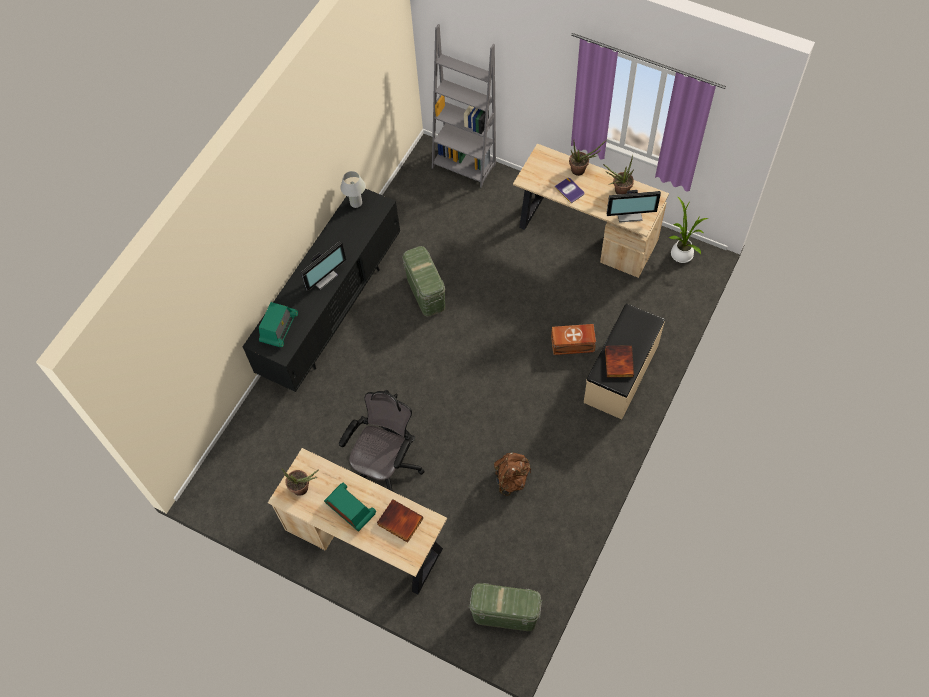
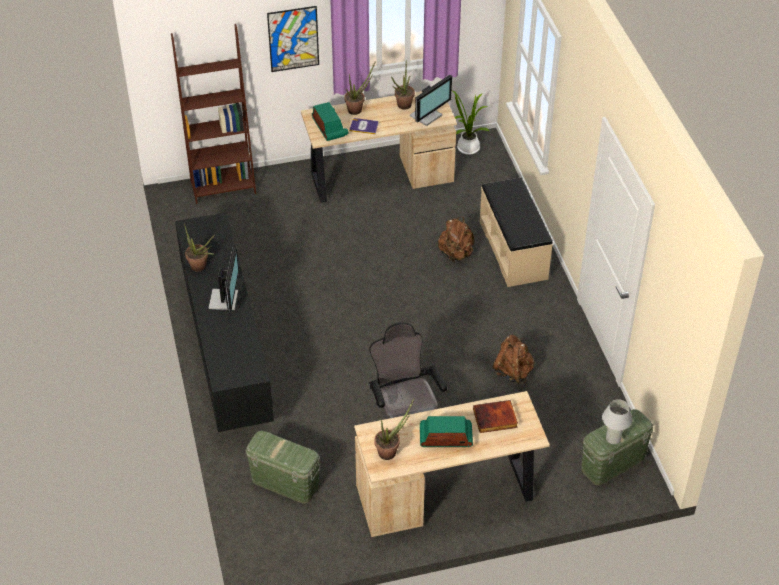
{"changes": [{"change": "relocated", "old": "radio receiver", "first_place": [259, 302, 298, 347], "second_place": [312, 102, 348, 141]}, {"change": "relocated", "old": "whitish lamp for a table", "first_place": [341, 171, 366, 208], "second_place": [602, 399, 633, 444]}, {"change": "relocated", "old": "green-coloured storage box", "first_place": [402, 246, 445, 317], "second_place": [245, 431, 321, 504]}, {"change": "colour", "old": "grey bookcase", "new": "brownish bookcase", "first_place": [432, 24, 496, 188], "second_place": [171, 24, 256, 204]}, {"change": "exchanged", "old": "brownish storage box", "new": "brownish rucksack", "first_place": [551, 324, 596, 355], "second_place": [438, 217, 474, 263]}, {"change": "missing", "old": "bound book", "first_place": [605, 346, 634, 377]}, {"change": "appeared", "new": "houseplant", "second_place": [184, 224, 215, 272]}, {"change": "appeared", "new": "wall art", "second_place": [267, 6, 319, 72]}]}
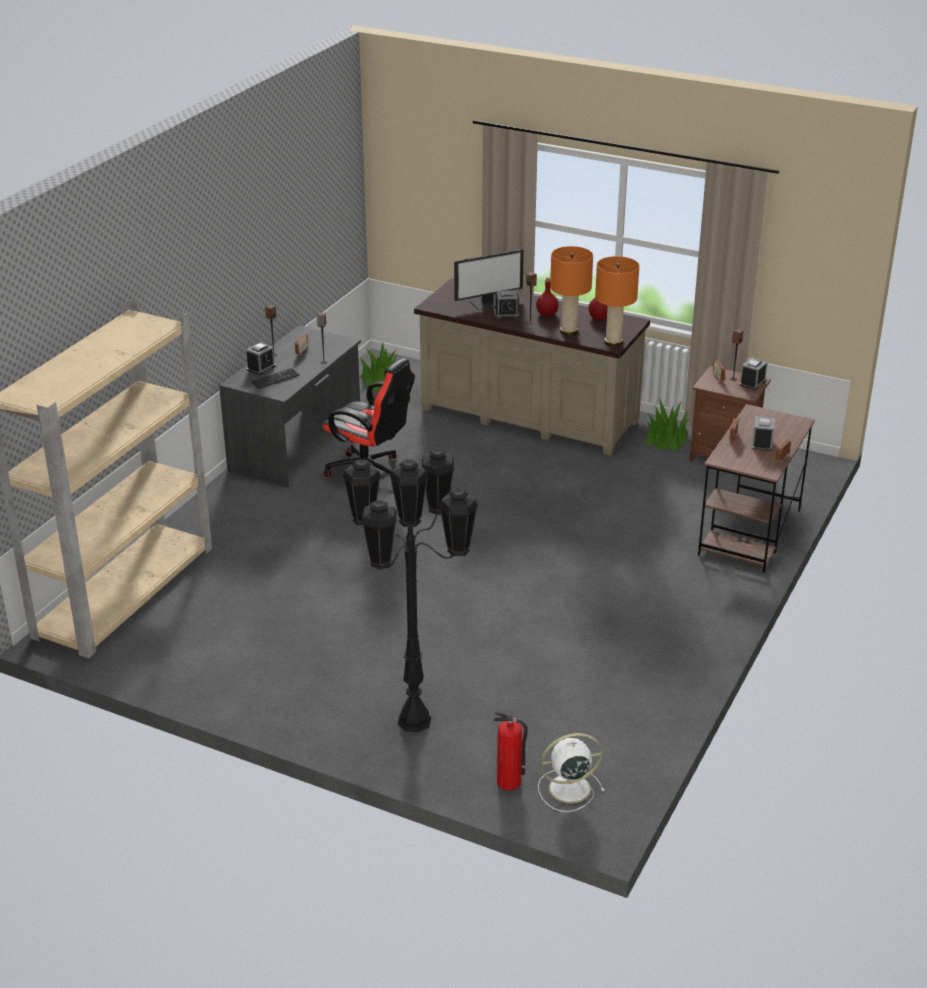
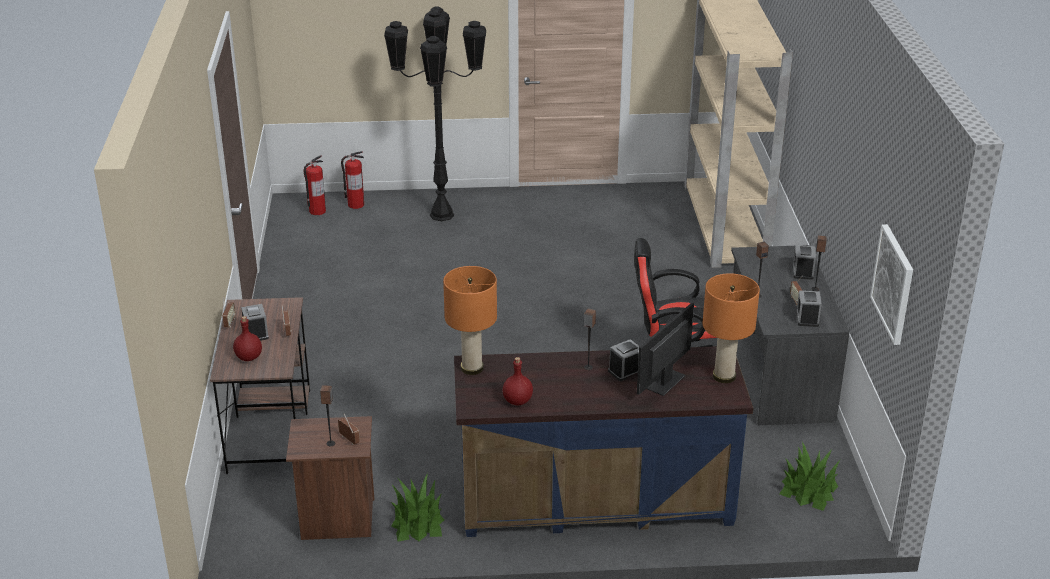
{"changes": [{"change": "missing", "old": "computer keyboard", "first_place": [251, 368, 300, 389]}, {"change": "colour", "old": "beige storage cabinet", "new": "blue-coloured storage cabinet", "first_place": [414, 278, 650, 456], "second_place": [454, 346, 754, 537]}, {"change": "relocated", "old": "red drink bottle", "first_place": [536, 277, 559, 316], "second_place": [233, 316, 262, 361]}, {"change": "exchanged", "old": "whitish cooling fan", "new": "fire-fighting cylinder", "first_place": [538, 733, 604, 812], "second_place": [303, 155, 326, 215]}, {"change": "relocated", "old": "orange lamp for a table", "first_place": [550, 246, 593, 336], "second_place": [703, 273, 760, 383]}, {"change": "relocated", "old": "table clock", "first_place": [740, 357, 768, 390], "second_place": [796, 291, 822, 327]}, {"change": "appeared", "new": "wall art", "second_place": [870, 224, 913, 345]}]}
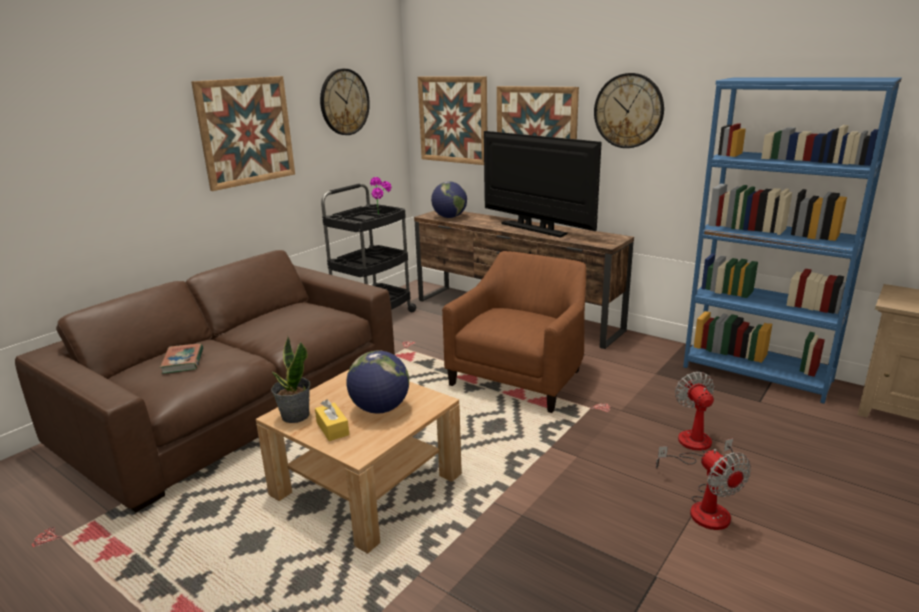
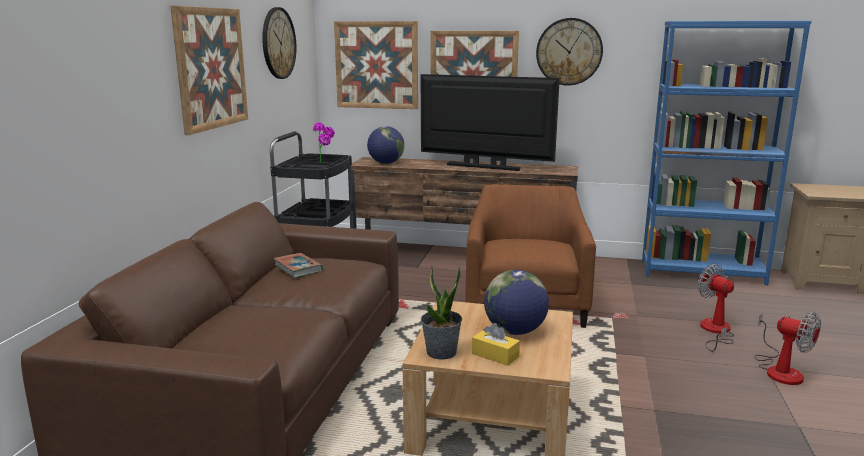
{"changes": [{"change": "relocated", "old": "bound book", "first_place": [160, 344, 203, 374], "second_place": [274, 253, 323, 278]}]}
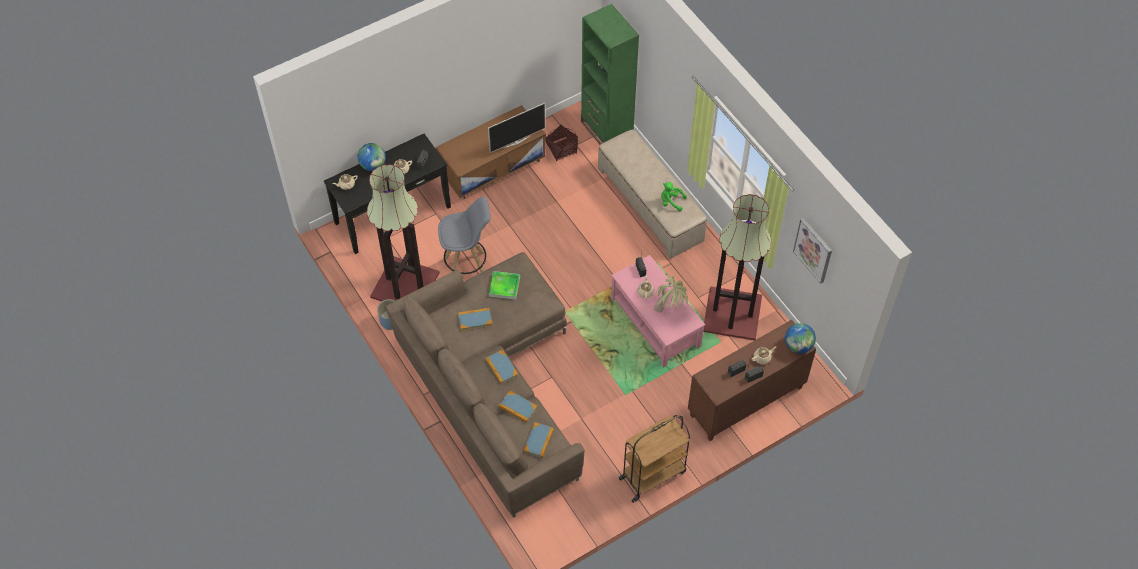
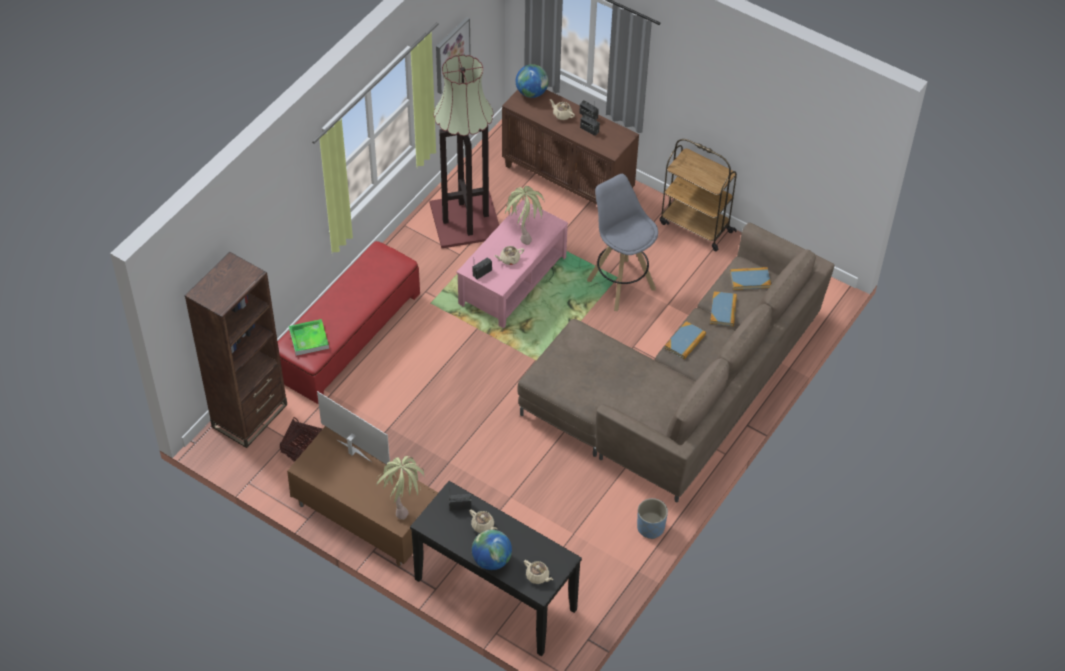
{"changes": [{"change": "missing", "old": "floor lamp", "first_place": [367, 164, 440, 302]}, {"change": "relocated", "old": "grey stool", "first_place": [438, 197, 491, 274], "second_place": [587, 174, 658, 311]}, {"change": "missing", "old": "bound book", "first_place": [458, 308, 492, 331]}, {"change": "relocated", "old": "carrying tray", "first_place": [489, 271, 520, 300], "second_place": [289, 319, 329, 356]}, {"change": "colour", "old": "green-coloured bookcase", "new": "brownish bookcase", "first_place": [581, 4, 639, 145], "second_place": [185, 252, 287, 448]}, {"change": "colour", "old": "beige bench", "new": "red bench", "first_place": [598, 130, 707, 259], "second_place": [278, 241, 420, 404]}, {"change": "missing", "old": "green-coloured cuddly toy", "first_place": [661, 182, 687, 211]}, {"change": "appeared", "new": "houseplant", "second_place": [376, 456, 424, 520]}]}
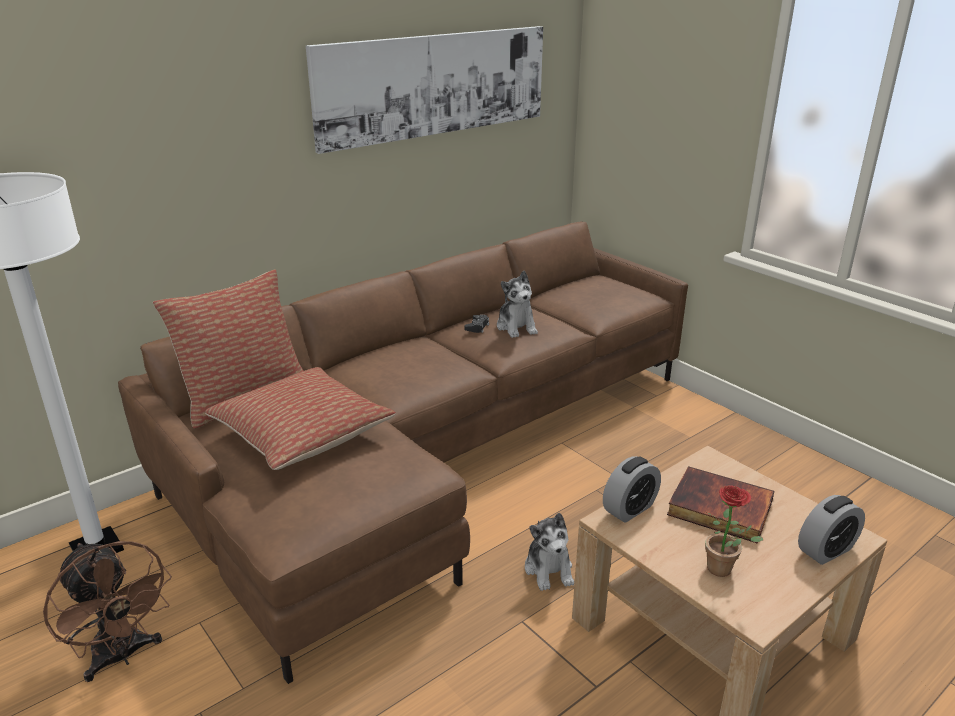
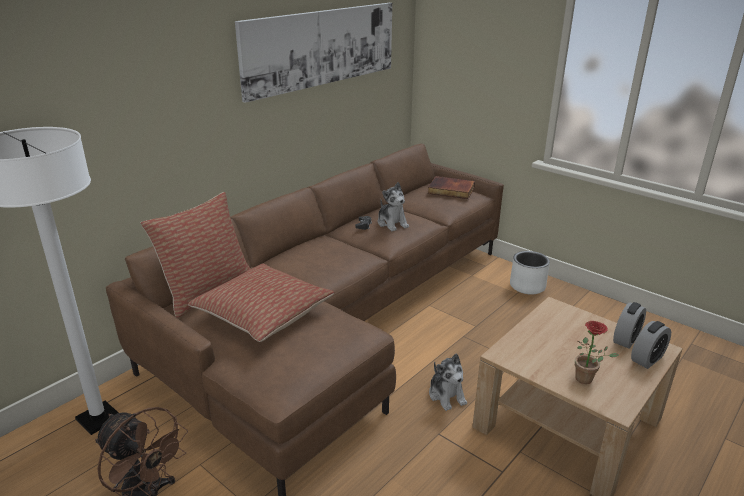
{"changes": [{"change": "relocated", "old": "table clock", "first_place": [603, 456, 661, 523], "second_place": [613, 302, 646, 349]}, {"change": "relocated", "old": "bound book", "first_place": [667, 466, 774, 544], "second_place": [428, 176, 475, 199]}, {"change": "appeared", "new": "whitish planter", "second_place": [510, 251, 550, 294]}]}
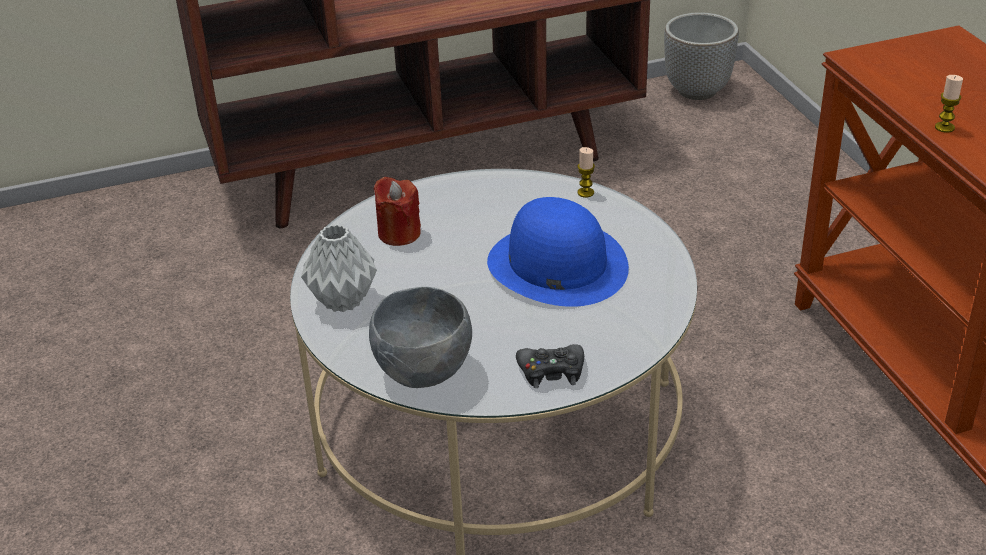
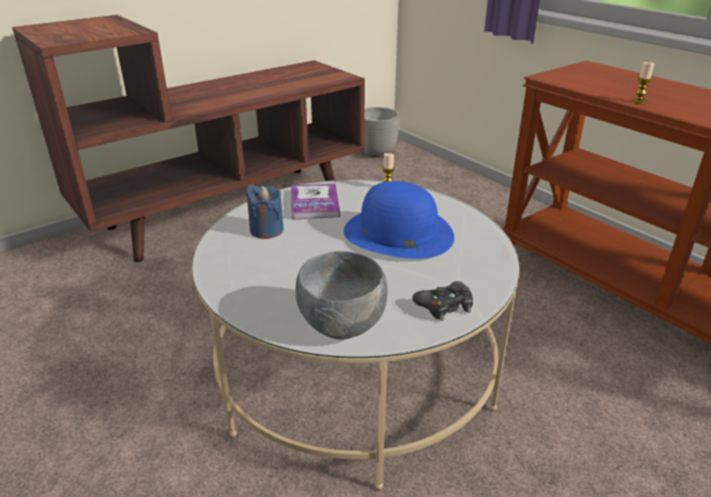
{"changes": [{"change": "missing", "old": "grey decorative vase", "first_place": [301, 224, 377, 312]}, {"change": "colour", "old": "red candle", "new": "blue-coloured candle", "first_place": [374, 176, 421, 246], "second_place": [246, 185, 284, 239]}, {"change": "appeared", "new": "bound book", "second_place": [291, 184, 340, 220]}]}
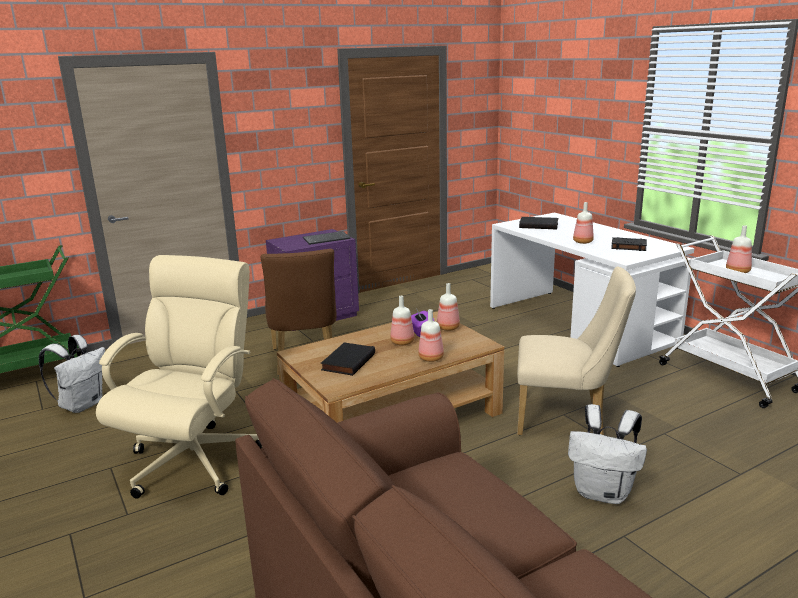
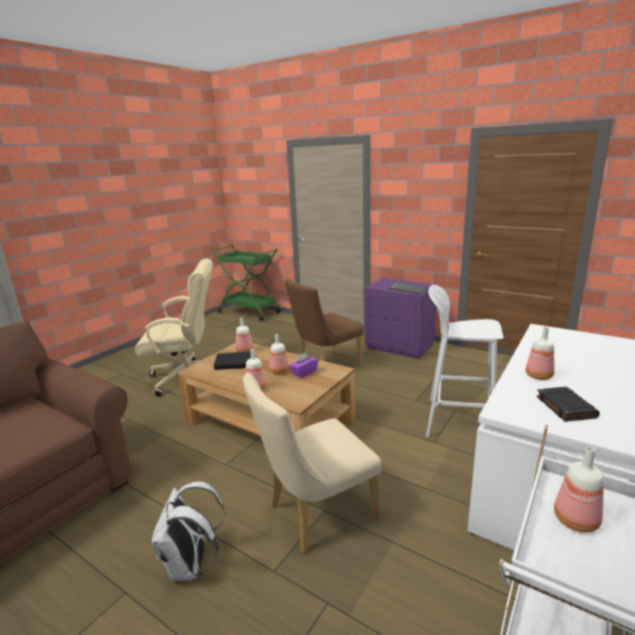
{"changes": [{"change": "missing", "old": "whitish rucksack", "first_place": [39, 335, 105, 413]}, {"change": "relocated", "old": "drink bottle", "first_place": [437, 283, 460, 331], "second_place": [236, 318, 253, 352]}, {"change": "spun", "old": "beige chair", "first_place": [517, 267, 636, 435], "second_place": [243, 373, 381, 554], "degrees": 75}, {"change": "missing", "old": "blackish bound book", "first_place": [519, 217, 558, 229]}, {"change": "appeared", "new": "whitish stool", "second_place": [426, 285, 504, 437]}]}
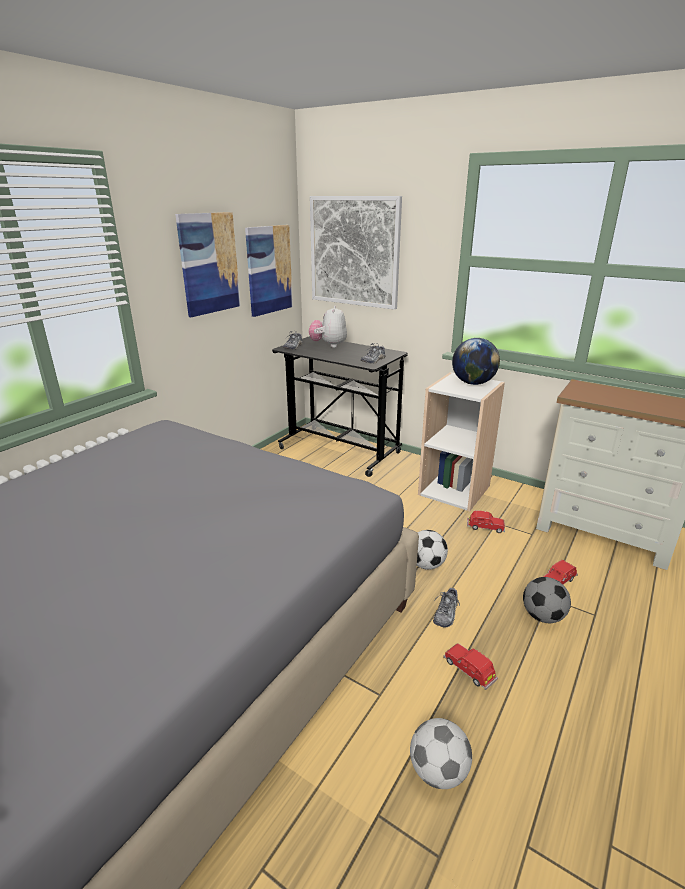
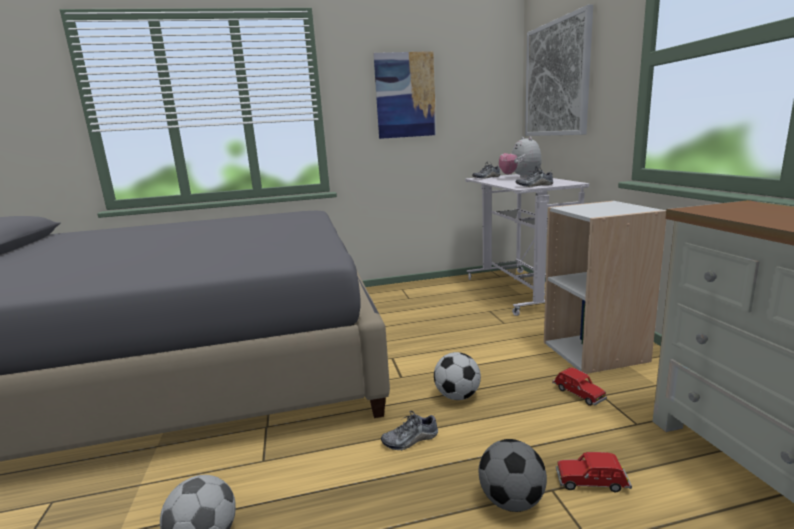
{"changes": [{"change": "missing", "old": "wall art", "first_place": [245, 225, 293, 317]}, {"change": "colour", "old": "blackish desk table", "new": "whitish desk table", "first_place": [272, 336, 408, 477], "second_place": [465, 174, 589, 316]}, {"change": "spun", "old": "cuddly toy", "first_place": [309, 306, 347, 348], "second_place": [499, 137, 542, 178], "degrees": -60}, {"change": "missing", "old": "red model car", "first_place": [443, 643, 498, 690]}, {"change": "missing", "old": "globe", "first_place": [452, 338, 500, 385]}]}
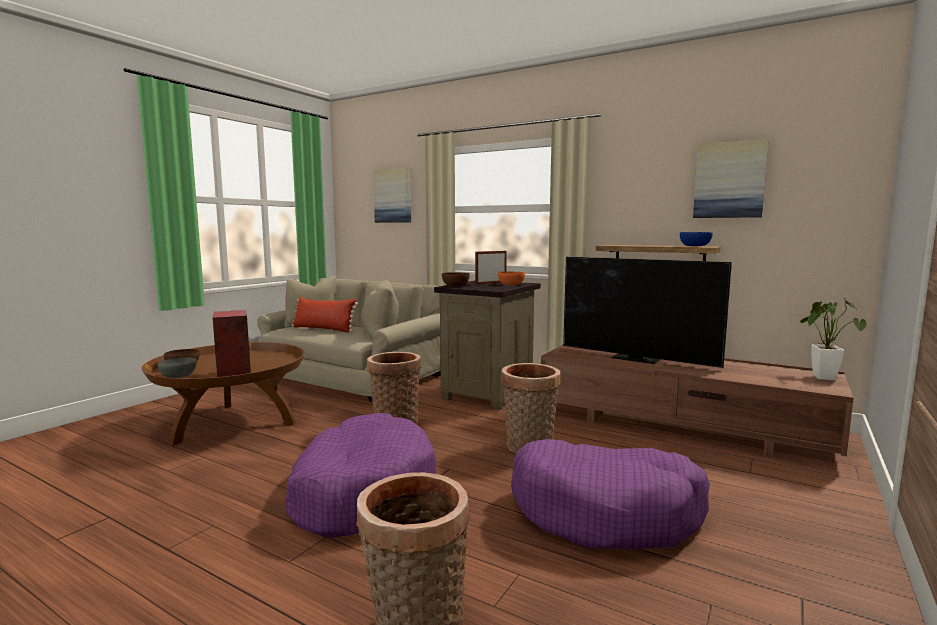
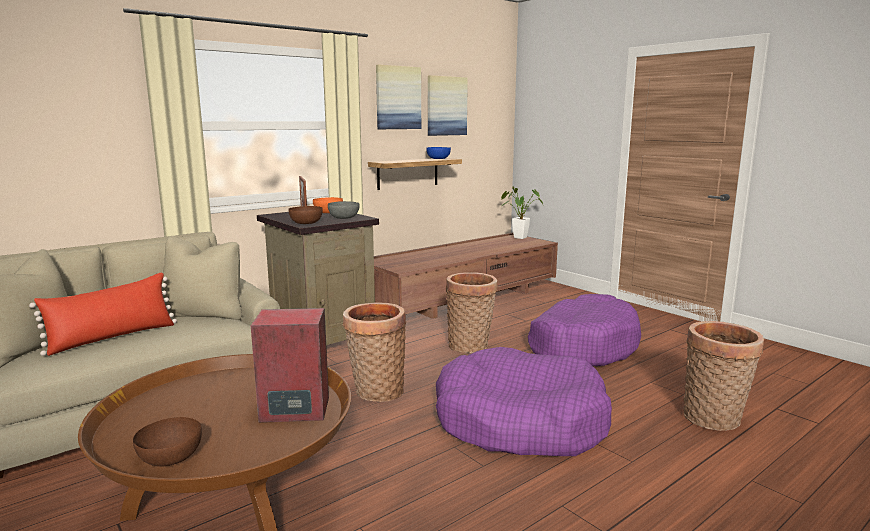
{"changes": [{"change": "relocated", "old": "grey bowl", "first_place": [158, 357, 196, 378], "second_place": [328, 201, 359, 219]}, {"change": "relocated", "old": "wall art", "first_place": [373, 168, 411, 223], "second_place": [376, 64, 421, 129]}, {"change": "missing", "old": "television", "first_place": [563, 257, 732, 368]}]}
